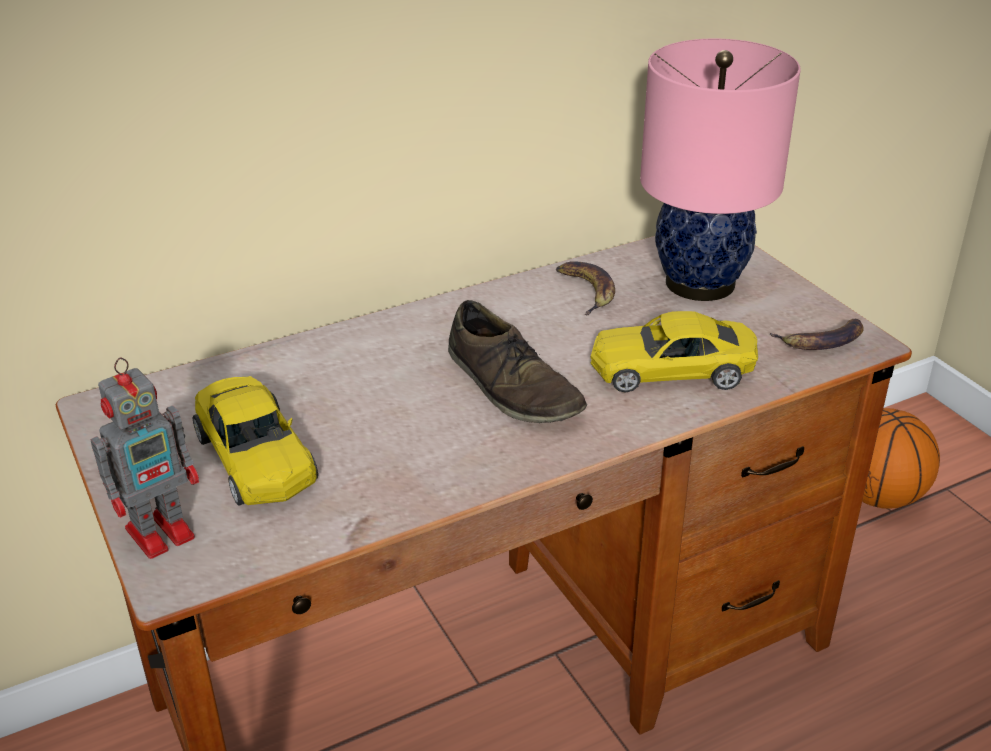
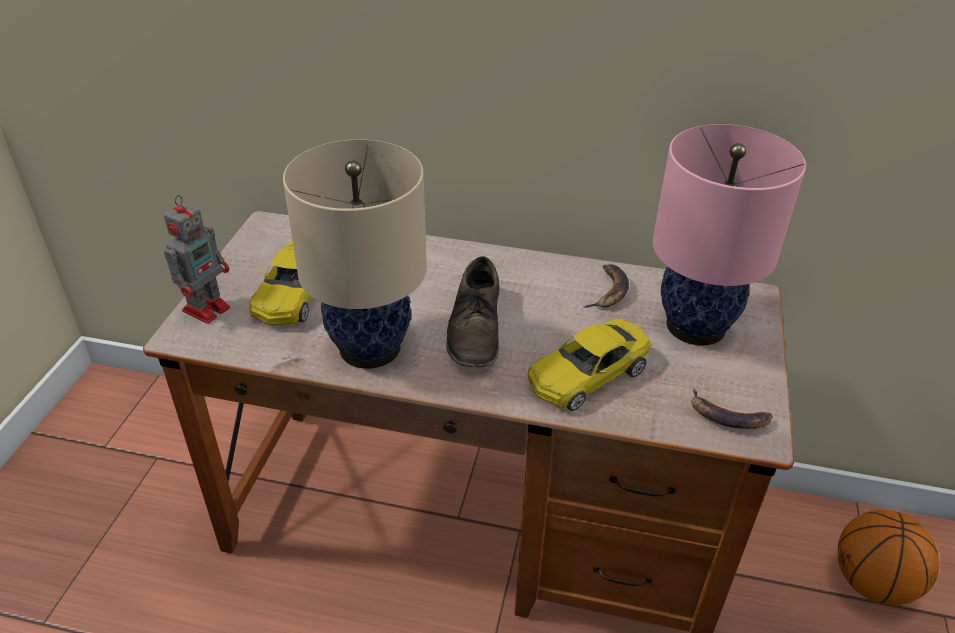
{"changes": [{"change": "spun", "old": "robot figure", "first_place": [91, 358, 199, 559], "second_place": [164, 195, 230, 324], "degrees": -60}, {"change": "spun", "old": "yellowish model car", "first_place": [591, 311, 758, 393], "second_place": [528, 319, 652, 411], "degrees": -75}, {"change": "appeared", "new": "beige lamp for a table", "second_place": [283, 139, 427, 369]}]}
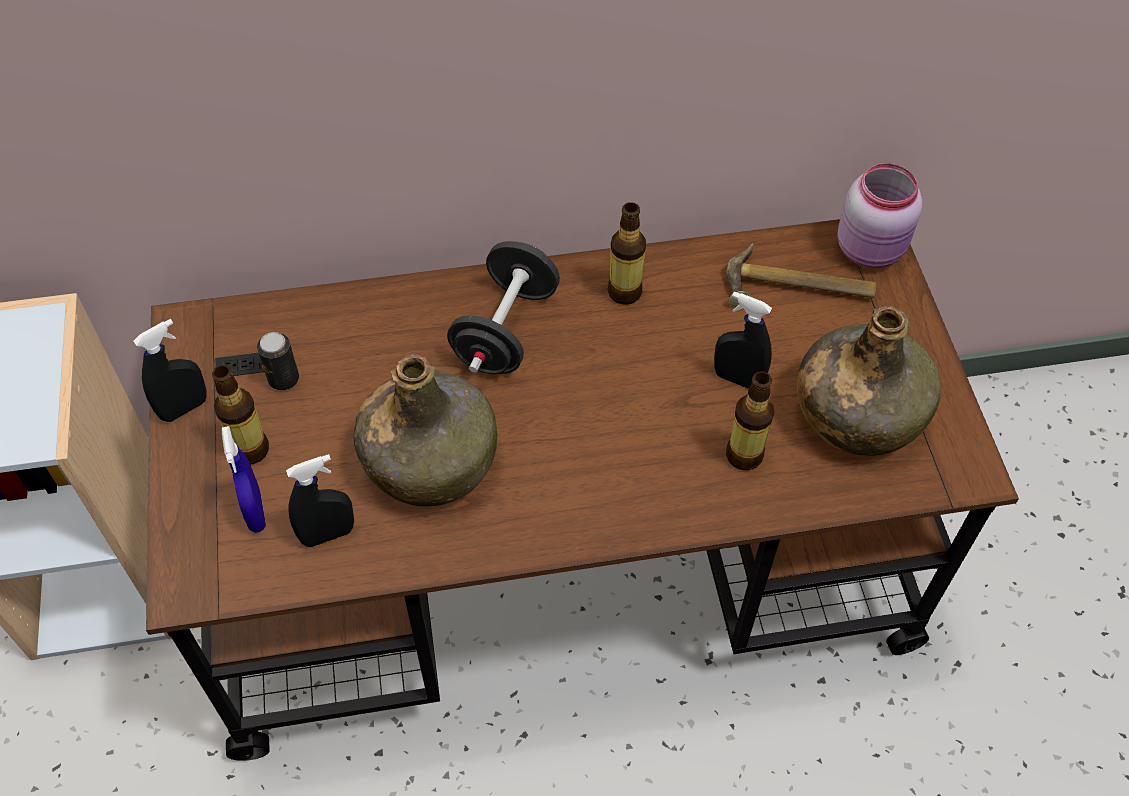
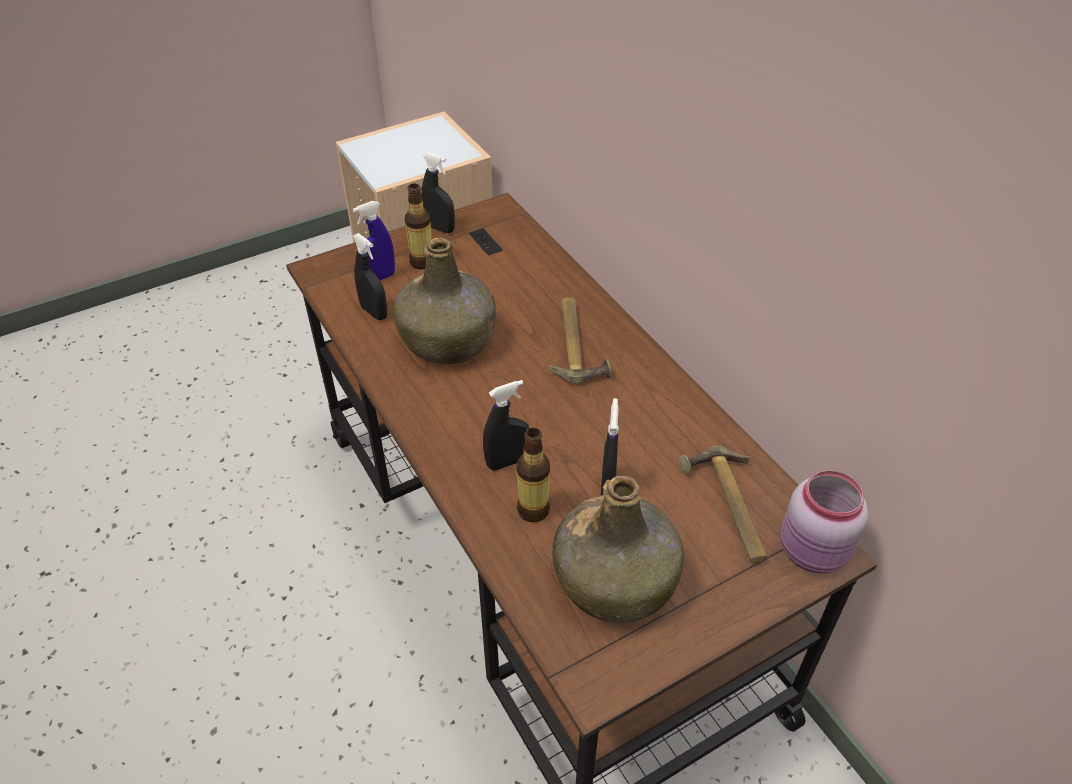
{"changes": [{"change": "missing", "old": "metal can", "first_place": [257, 332, 299, 390]}, {"change": "exchanged", "old": "blackish hand weight", "new": "hand hammer", "first_place": [447, 241, 560, 374], "second_place": [549, 297, 611, 383]}, {"change": "missing", "old": "drink bottle", "first_place": [608, 202, 646, 305]}, {"change": "appeared", "new": "blackish spray bottle", "second_place": [483, 380, 529, 470]}]}
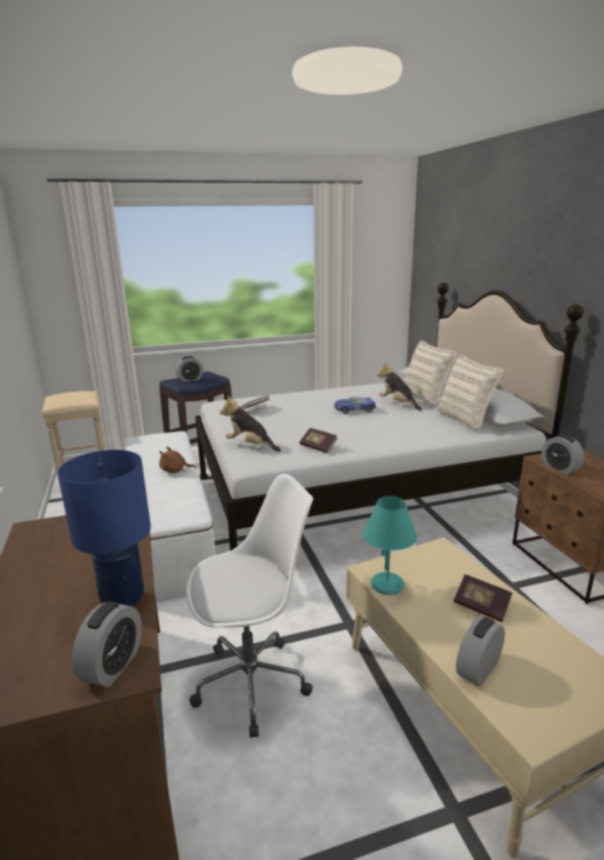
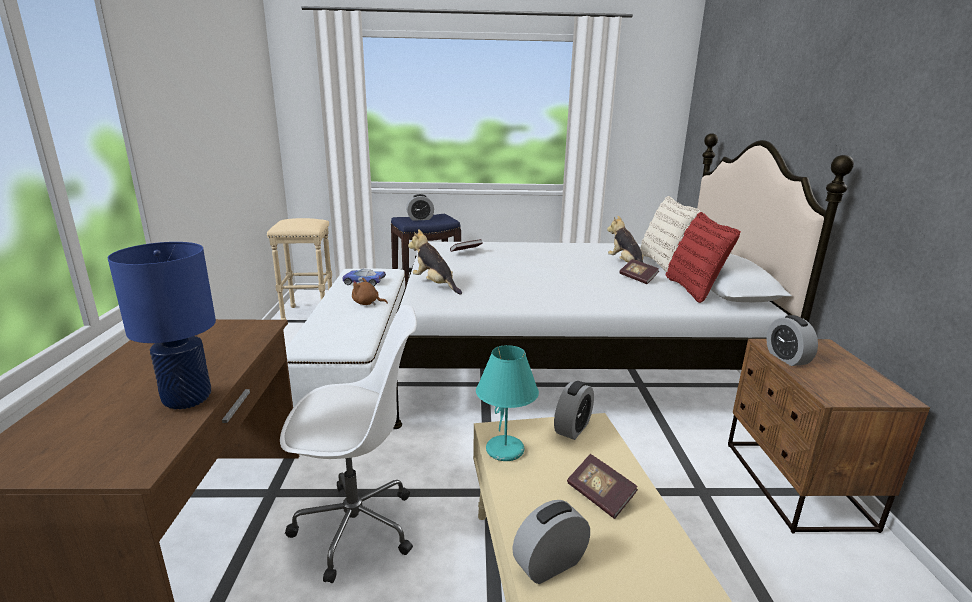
{"changes": [{"change": "relocated", "old": "table clock", "first_place": [72, 601, 142, 687], "second_place": [554, 381, 594, 440]}, {"change": "relocated", "old": "bound book", "first_place": [300, 428, 337, 453], "second_place": [619, 259, 659, 284]}, {"change": "relocated", "old": "model car", "first_place": [334, 396, 376, 414], "second_place": [342, 269, 386, 286]}, {"change": "colour", "old": "beige cushion", "new": "red cushion", "first_place": [437, 354, 504, 431], "second_place": [666, 212, 741, 303]}]}
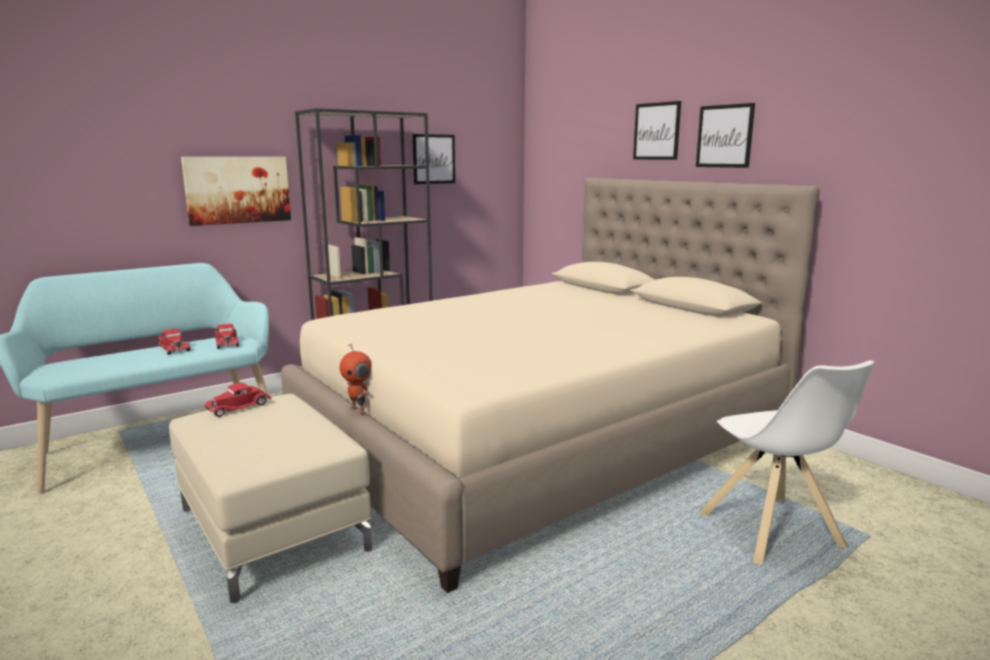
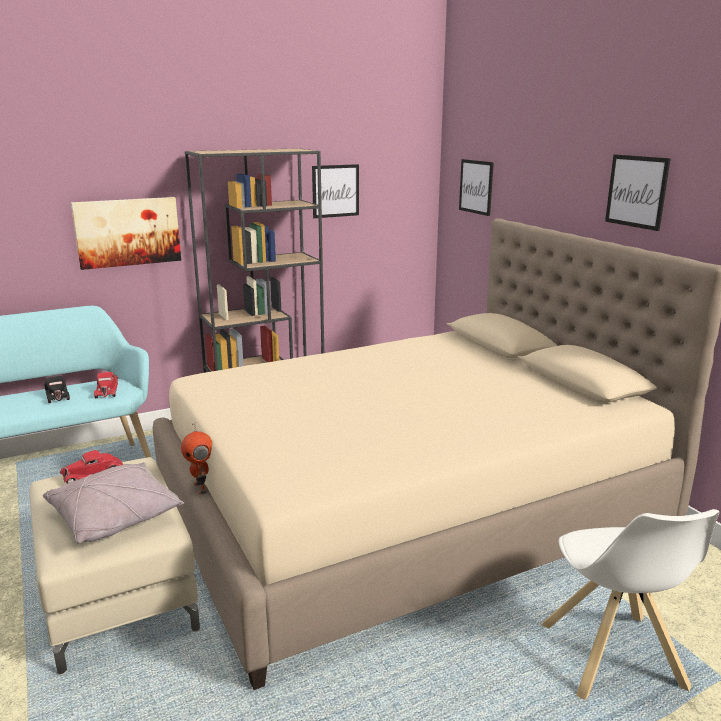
{"changes": [{"change": "colour", "old": "red model car", "new": "blackish model car", "first_place": [158, 329, 190, 354], "second_place": [44, 376, 70, 403]}, {"change": "relocated", "old": "wall art", "first_place": [633, 101, 681, 160], "second_place": [459, 159, 494, 216]}, {"change": "appeared", "new": "purplish cushion", "second_place": [43, 462, 184, 544]}]}
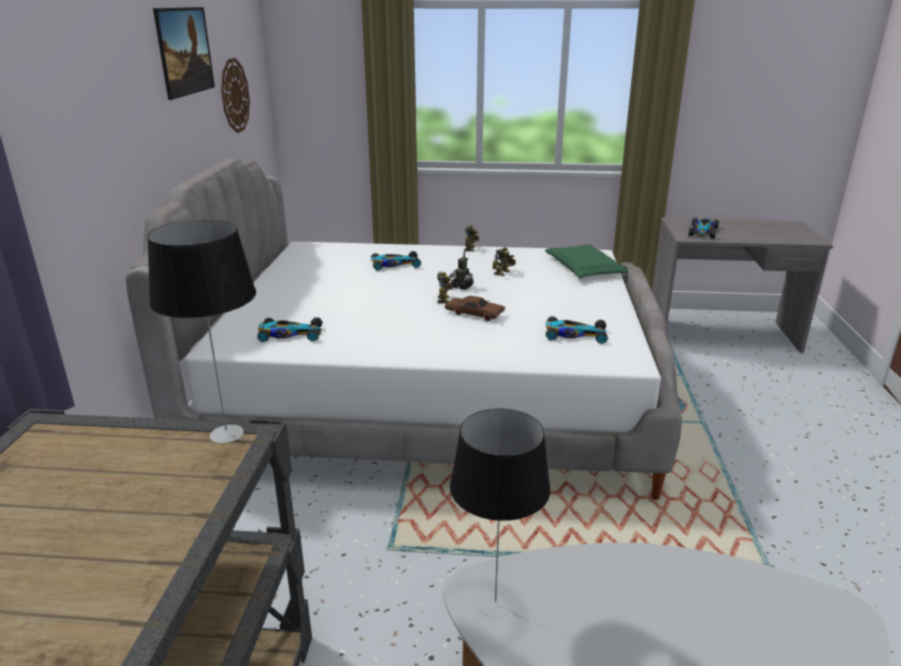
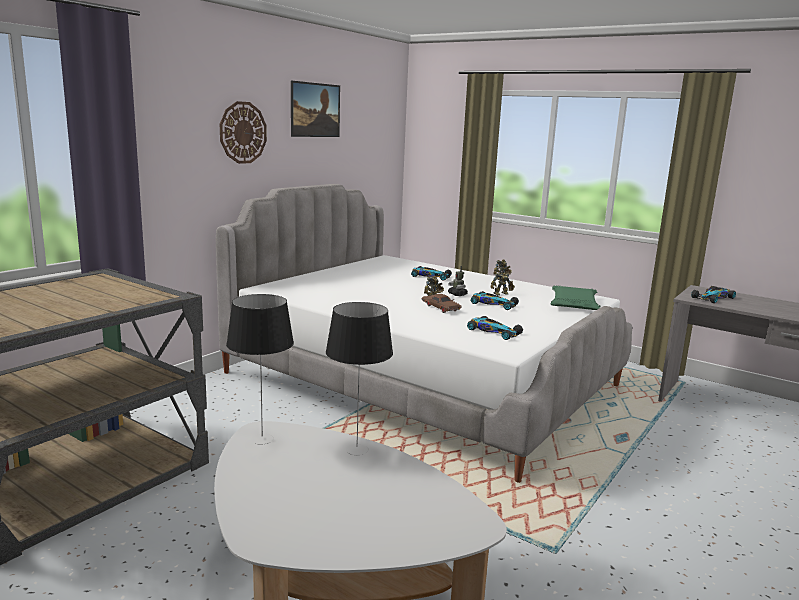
{"changes": [{"change": "relocated", "old": "lamp for a table", "first_place": [147, 220, 256, 443], "second_place": [326, 302, 393, 456]}, {"change": "relocated", "old": "clock on the wall", "first_place": [221, 58, 250, 133], "second_place": [220, 101, 267, 164]}, {"change": "relocated", "old": "model car", "first_place": [257, 317, 323, 342], "second_place": [470, 291, 519, 310]}]}
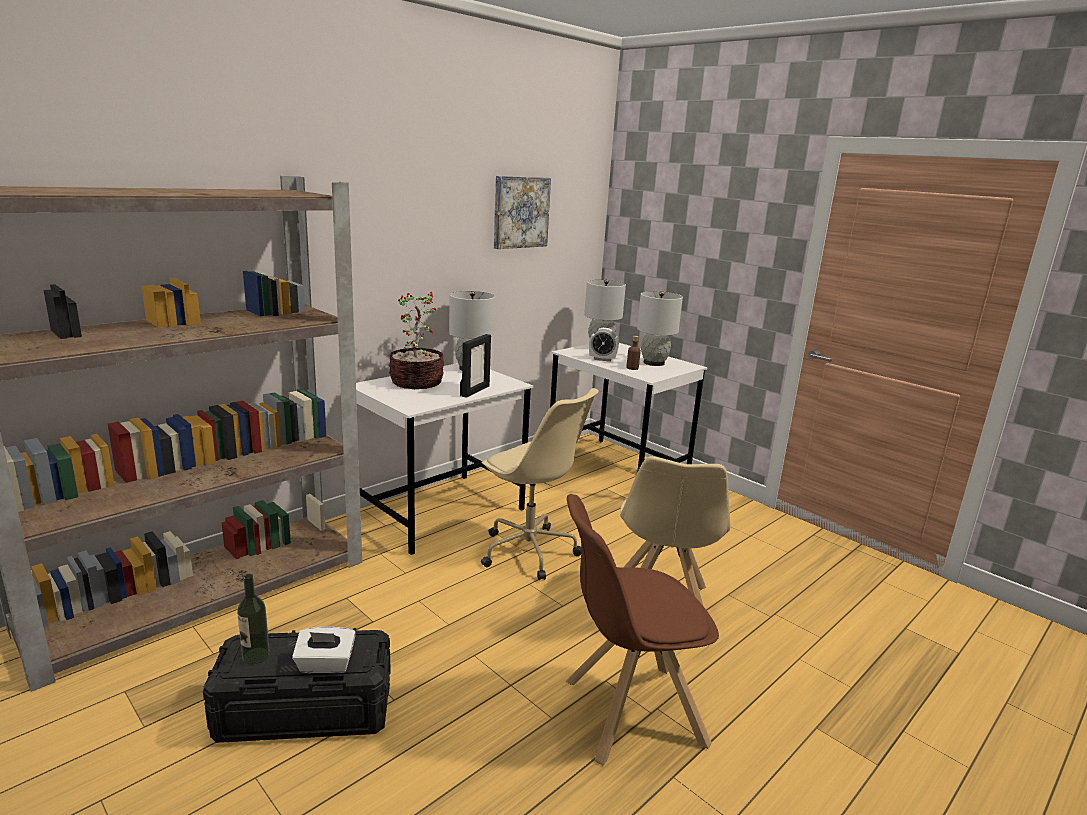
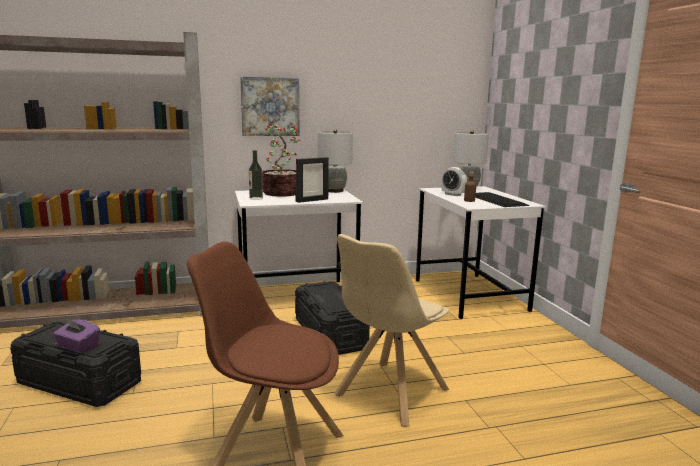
{"changes": [{"change": "relocated", "old": "drink bottle", "first_place": [237, 574, 270, 664], "second_place": [249, 150, 263, 200]}, {"change": "colour", "old": "whitish tissue holder", "new": "purplish tissue holder", "first_place": [292, 627, 356, 673], "second_place": [53, 319, 100, 353]}, {"change": "exchanged", "old": "beige desk chair", "new": "blackish storage box", "first_place": [481, 388, 599, 580], "second_place": [295, 281, 370, 355]}, {"change": "relocated", "old": "wall art", "first_place": [494, 176, 551, 249], "second_place": [240, 77, 299, 136]}, {"change": "exchanged", "old": "whitish lamp for a table", "new": "computer keyboard", "first_place": [637, 291, 683, 366], "second_place": [475, 192, 529, 207]}]}
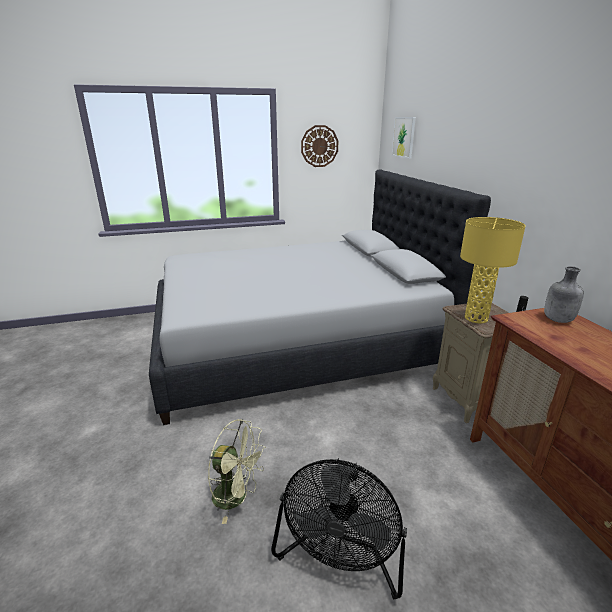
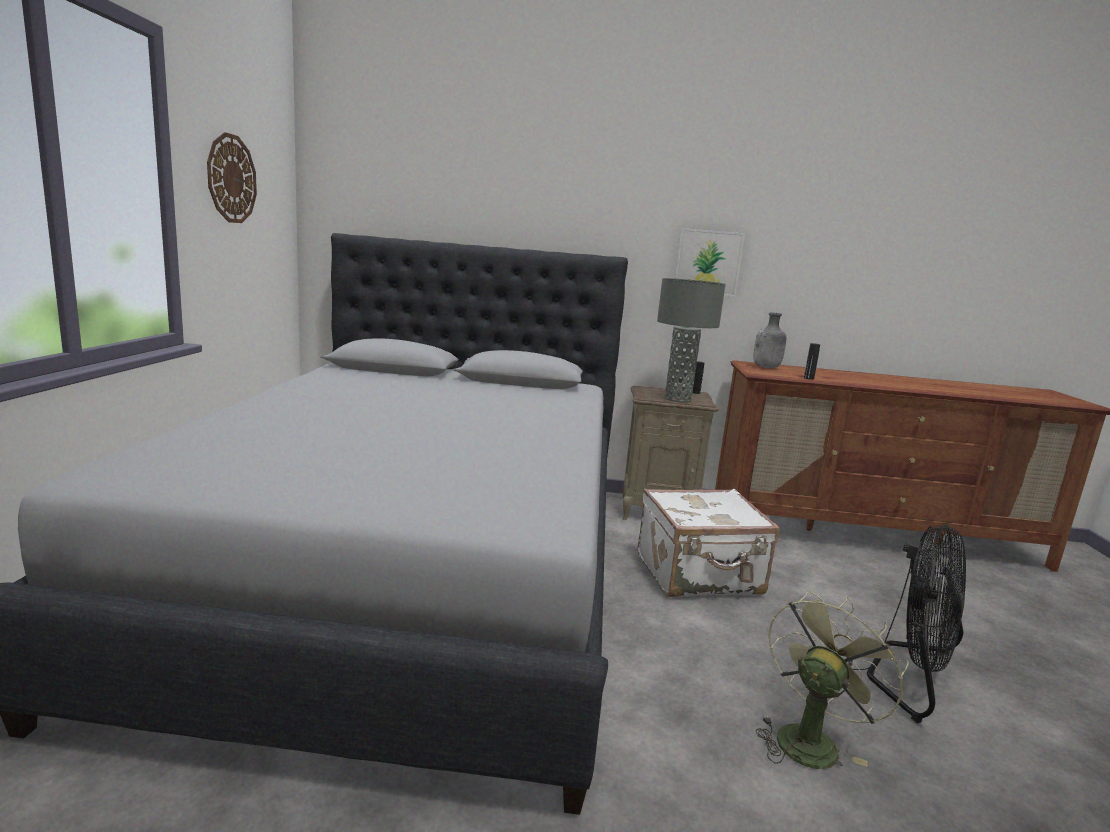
{"changes": [{"change": "relocated", "old": "wall art", "first_place": [392, 117, 416, 159], "second_place": [675, 228, 745, 297]}, {"change": "colour", "old": "yellowish lamp for a table", "new": "grey lamp for a table", "first_place": [460, 217, 526, 323], "second_place": [657, 278, 726, 403]}, {"change": "appeared", "new": "whitish piece of luggage", "second_place": [638, 489, 779, 597]}, {"change": "appeared", "new": "blackish drink bottle", "second_place": [804, 343, 820, 380]}]}
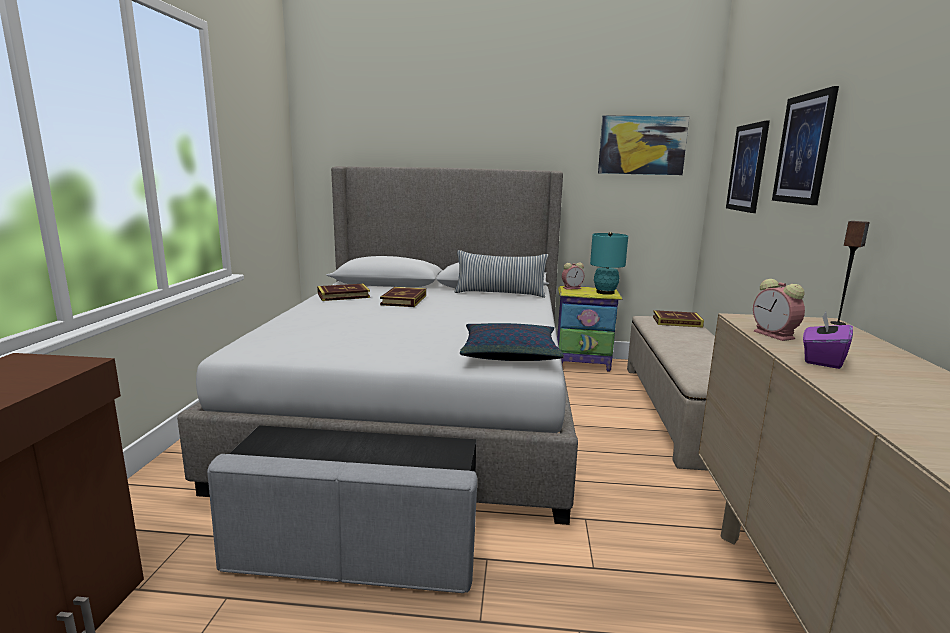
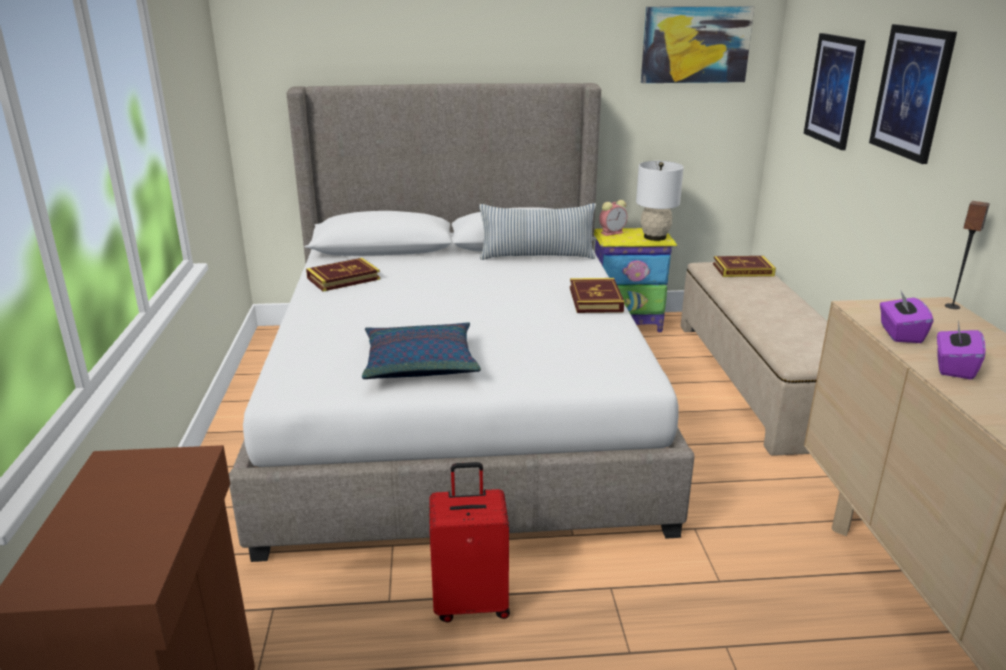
{"changes": [{"change": "exchanged", "old": "grey footrest", "new": "red piece of luggage", "first_place": [207, 425, 477, 593], "second_place": [430, 462, 510, 623]}, {"change": "relocated", "old": "bound book", "first_place": [380, 287, 426, 307], "second_place": [570, 278, 624, 313]}, {"change": "relocated", "old": "blue-coloured cushion", "first_place": [460, 323, 564, 361], "second_place": [362, 322, 481, 379]}, {"change": "colour", "old": "turquoise lamp for a table", "new": "whitish lamp for a table", "first_place": [590, 232, 628, 295], "second_place": [636, 161, 684, 241]}, {"change": "exchanged", "old": "table clock", "new": "purplish tissue holder", "first_place": [753, 279, 805, 341], "second_place": [880, 291, 933, 343]}]}
